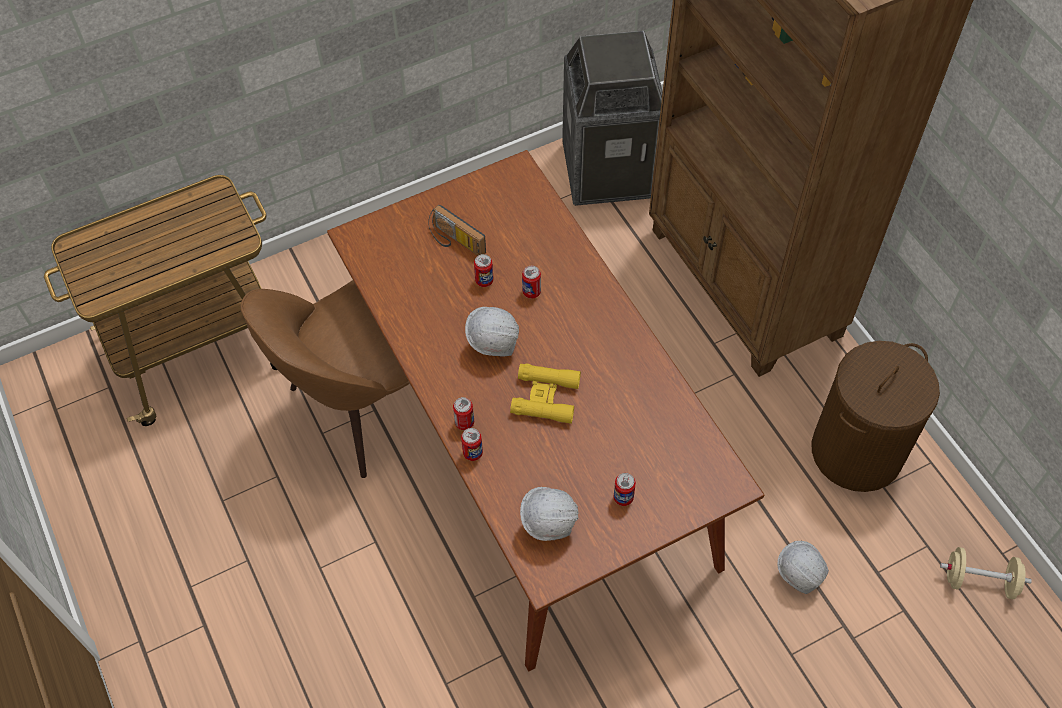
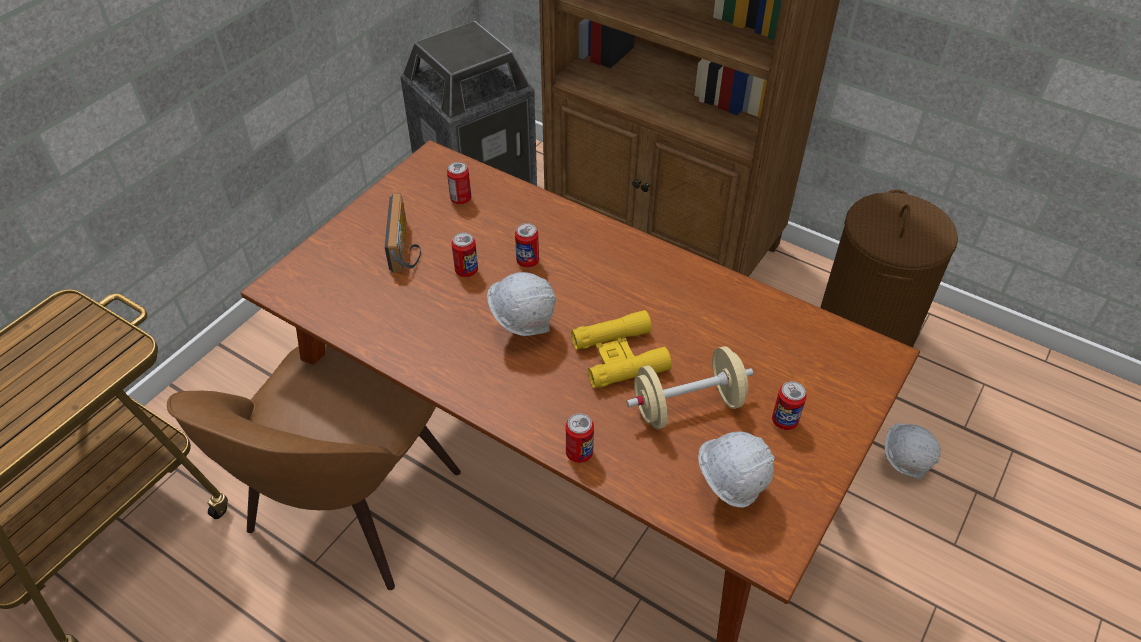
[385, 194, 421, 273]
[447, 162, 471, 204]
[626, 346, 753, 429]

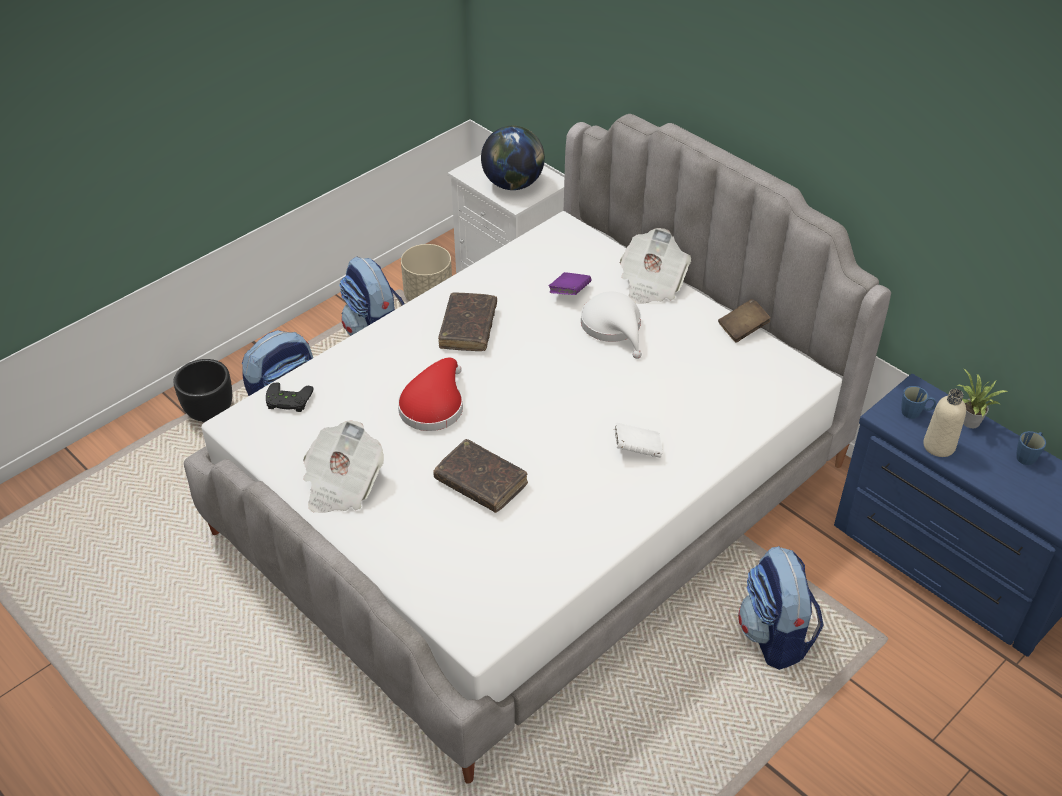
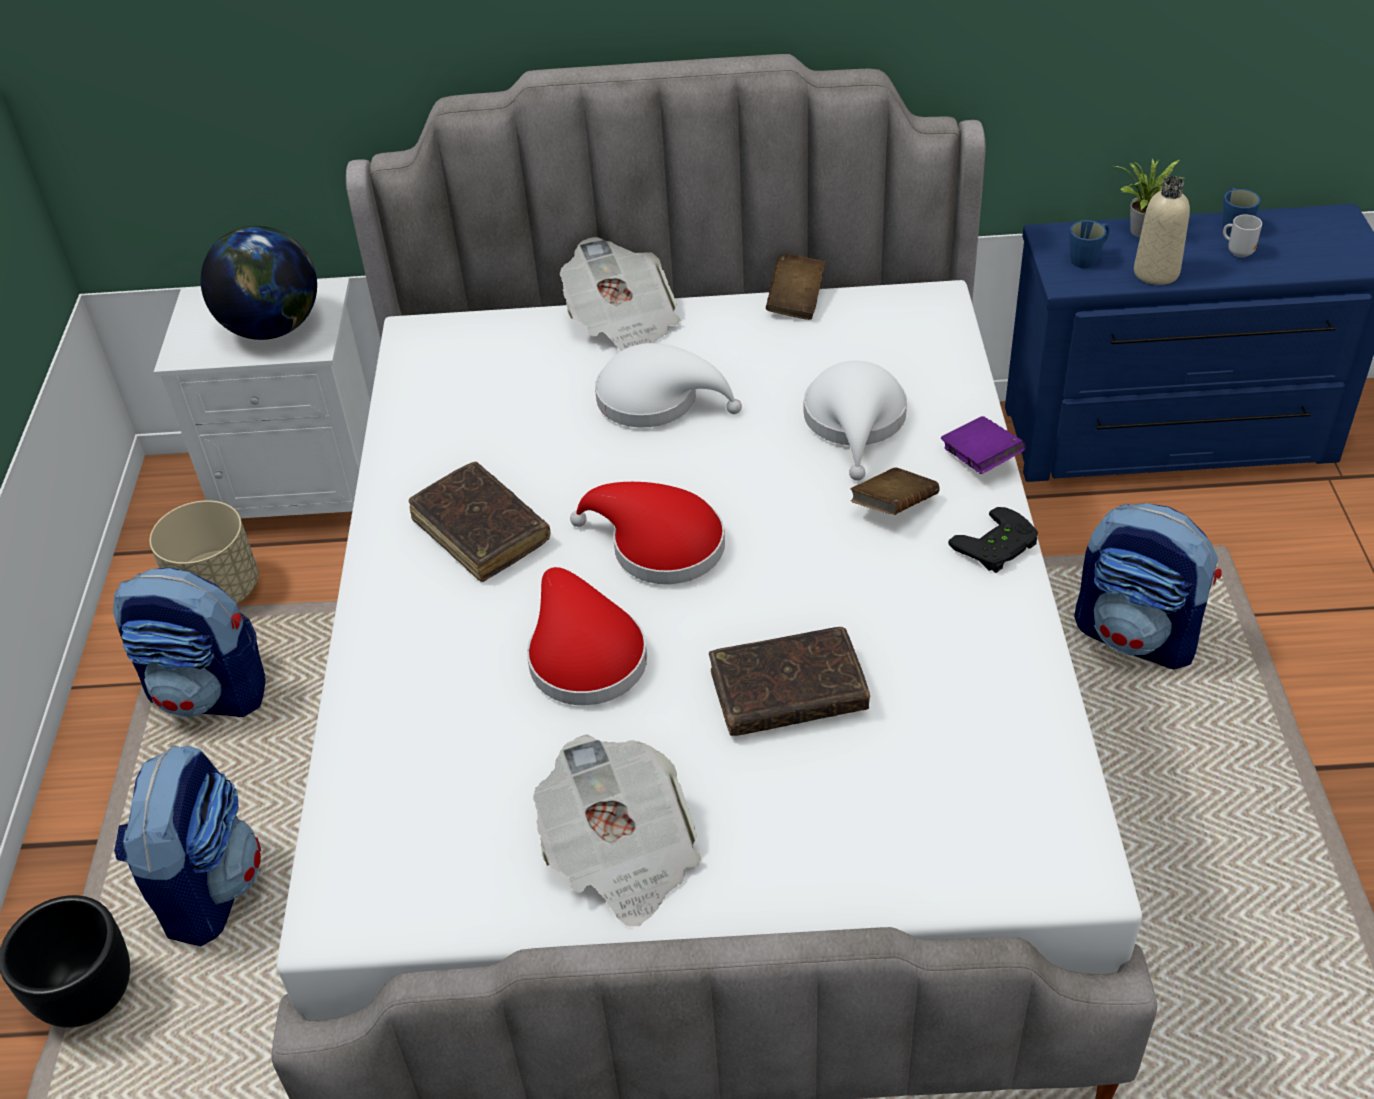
[941, 416, 1026, 474]
[948, 507, 1038, 573]
[851, 467, 939, 515]
[1223, 215, 1262, 258]
[804, 361, 907, 481]
[570, 482, 725, 584]

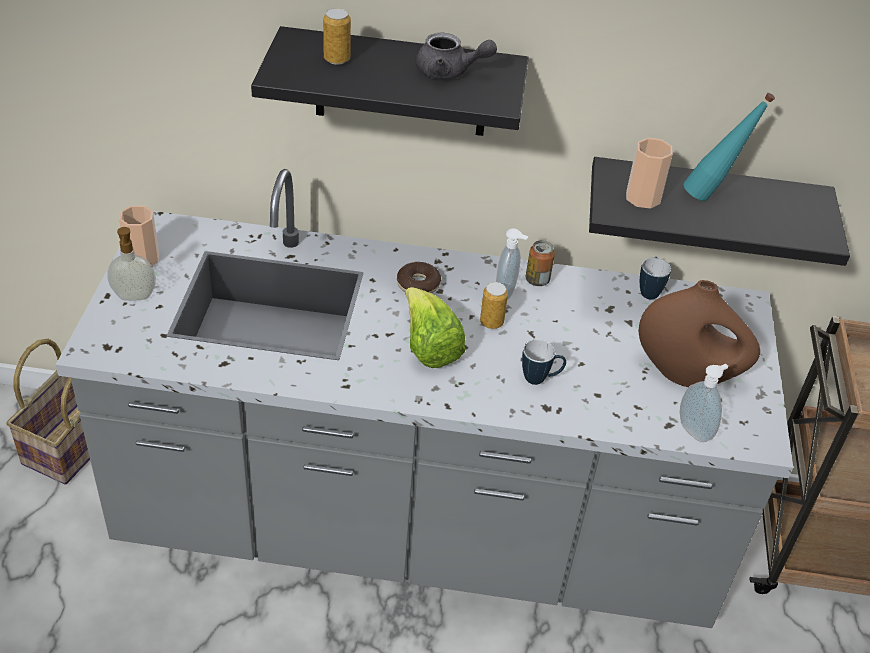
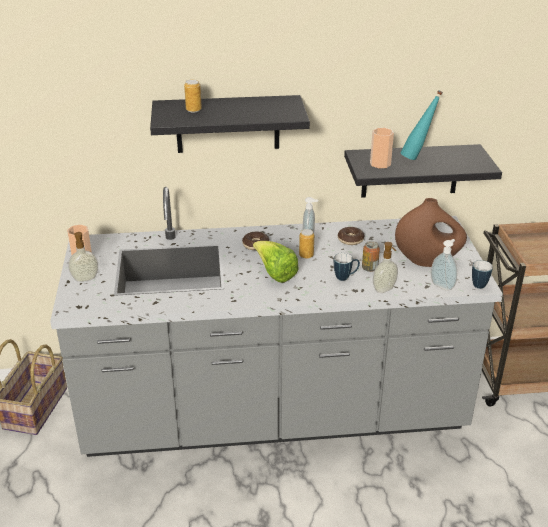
[416, 33, 497, 79] (first image)
[362, 241, 380, 272]
[472, 260, 493, 289]
[338, 227, 365, 245]
[373, 242, 398, 293]

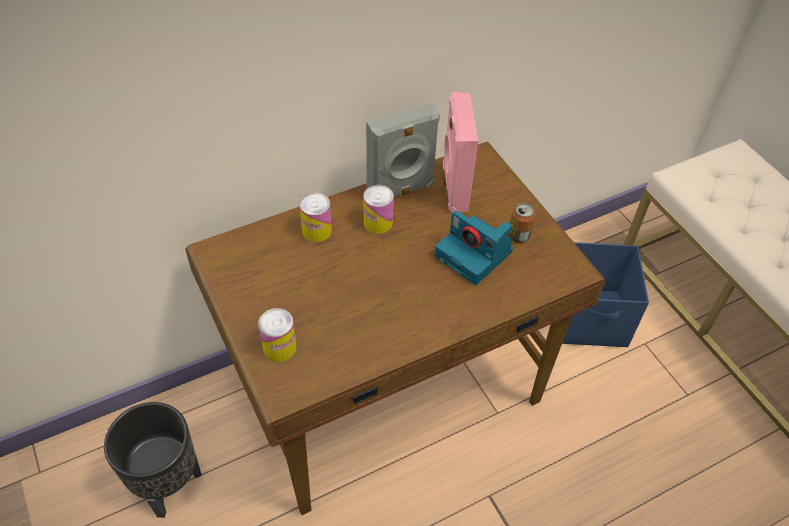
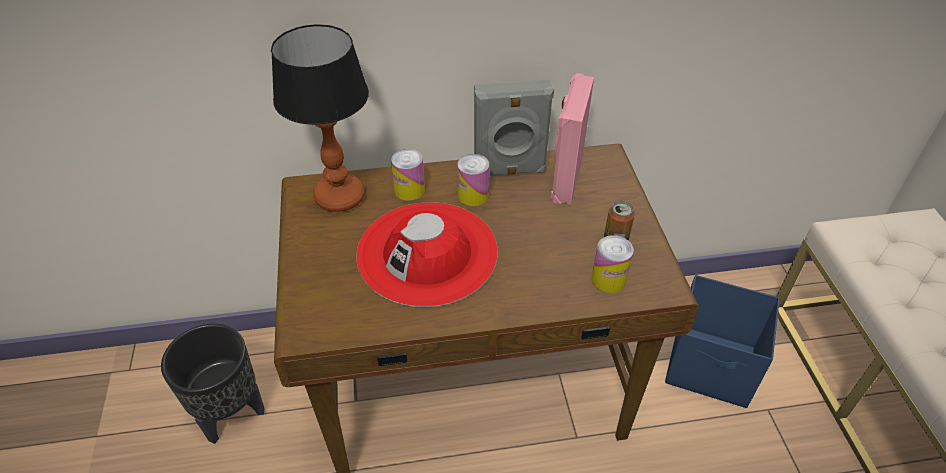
[435, 210, 513, 285] (first image)
[592, 235, 634, 293]
[271, 24, 369, 212]
[356, 202, 498, 307]

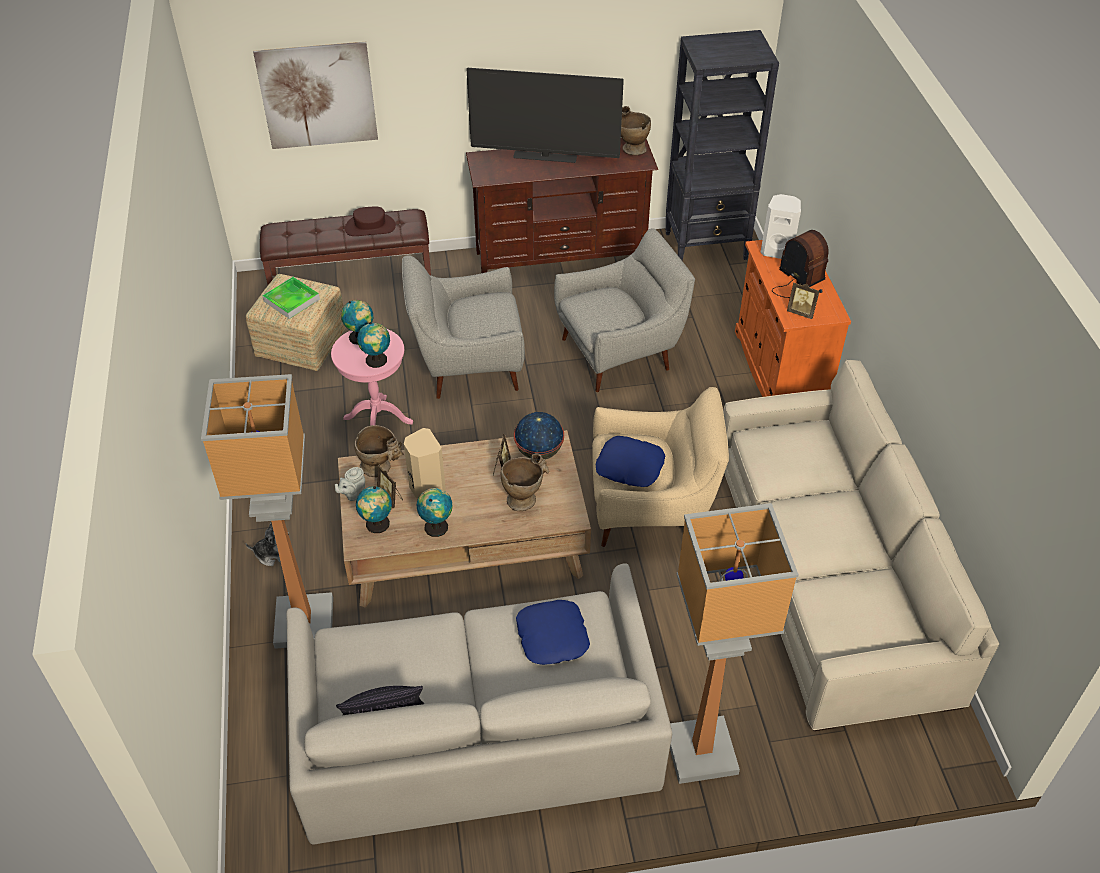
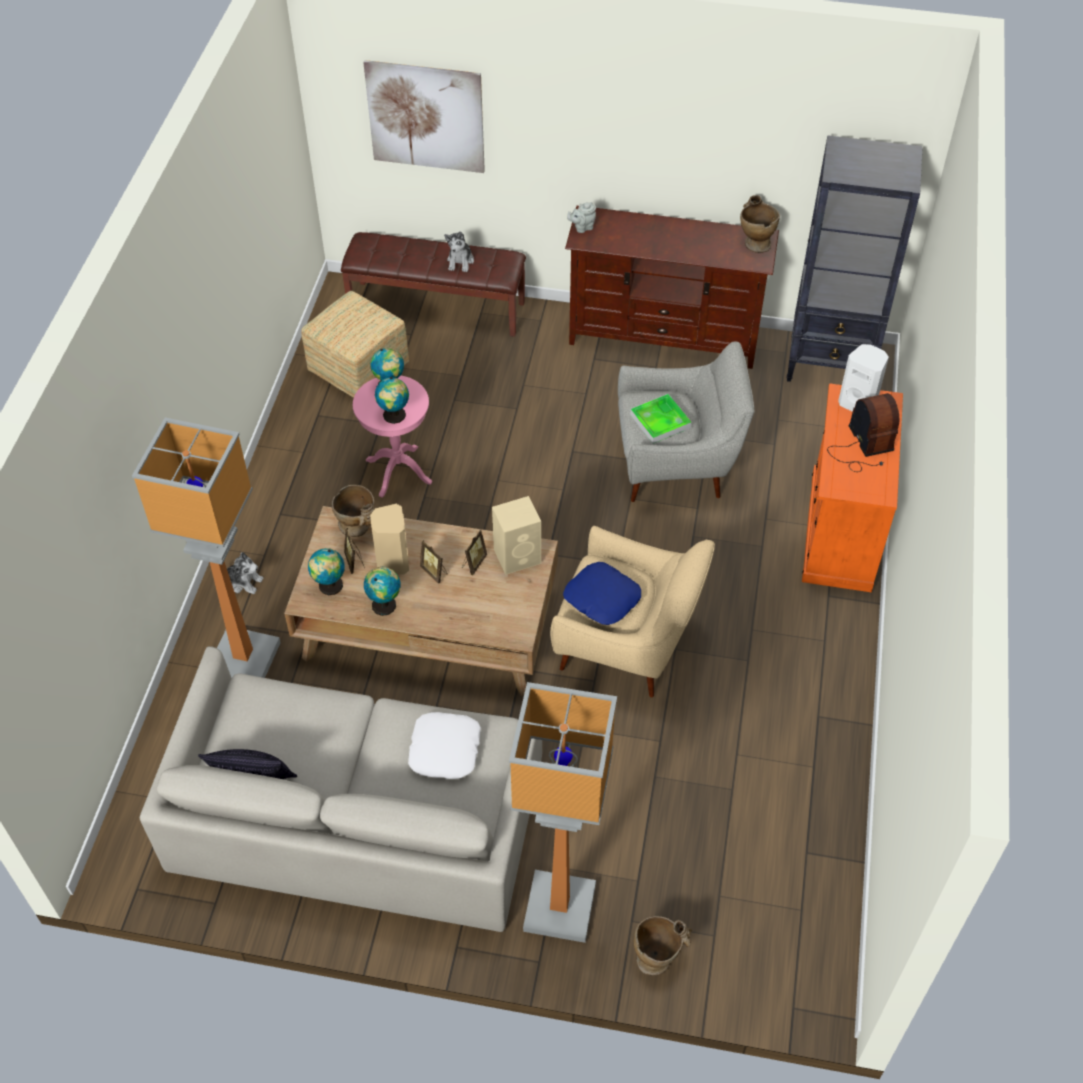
[467, 68, 624, 163] (first image)
[444, 231, 474, 272]
[402, 255, 525, 399] (first image)
[630, 394, 691, 444]
[420, 540, 448, 584]
[723, 360, 999, 731] (first image)
[492, 496, 541, 575]
[634, 916, 692, 976]
[567, 202, 596, 233]
[408, 712, 481, 779]

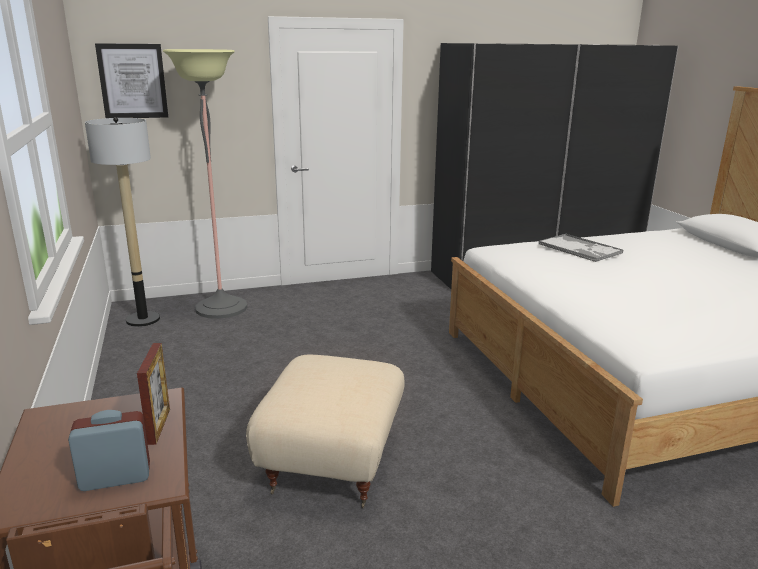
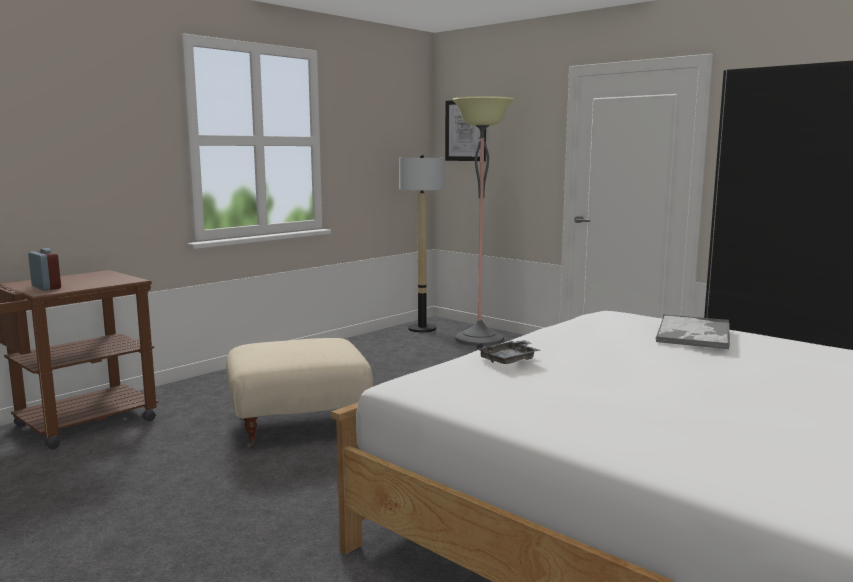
[137, 343, 170, 445] (first image)
[476, 340, 540, 364]

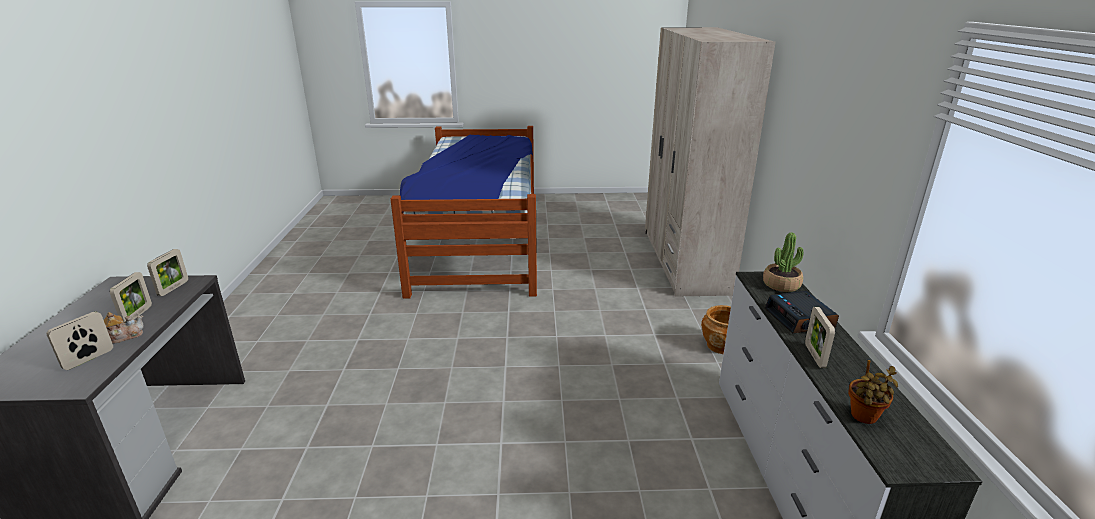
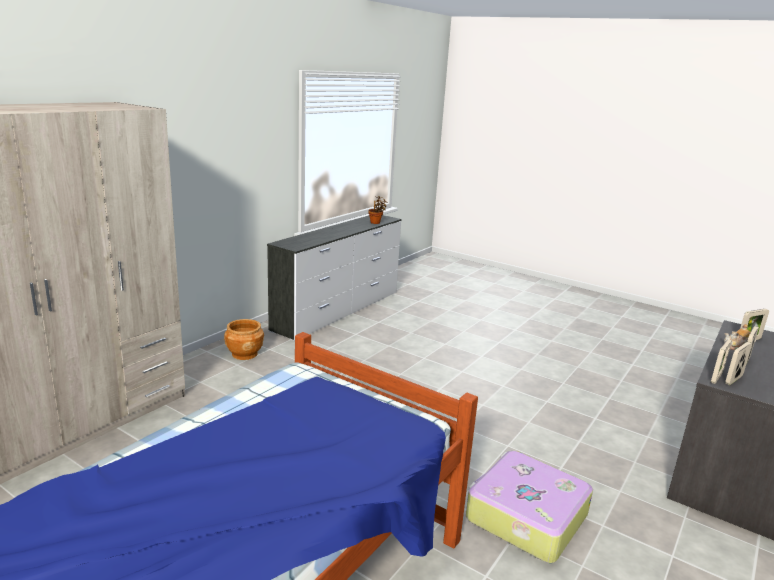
[763, 233, 804, 292] (first image)
[765, 291, 839, 334] (first image)
[711, 339, 732, 384]
[466, 451, 593, 563]

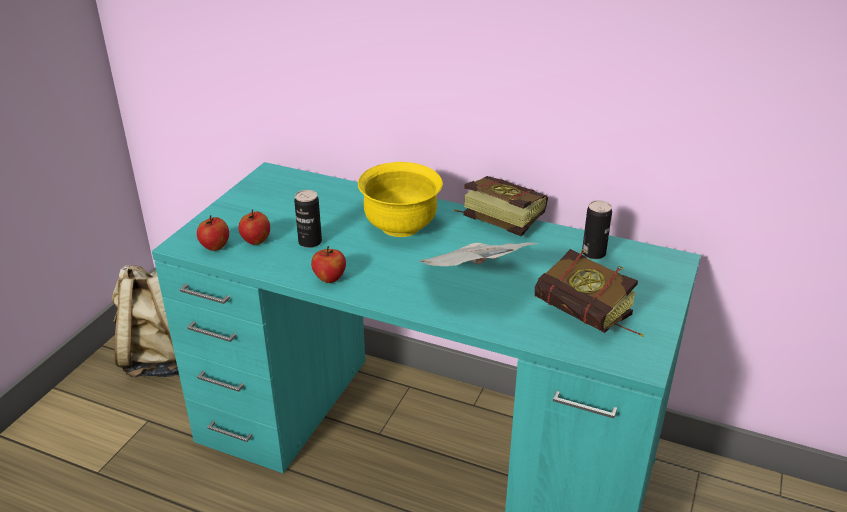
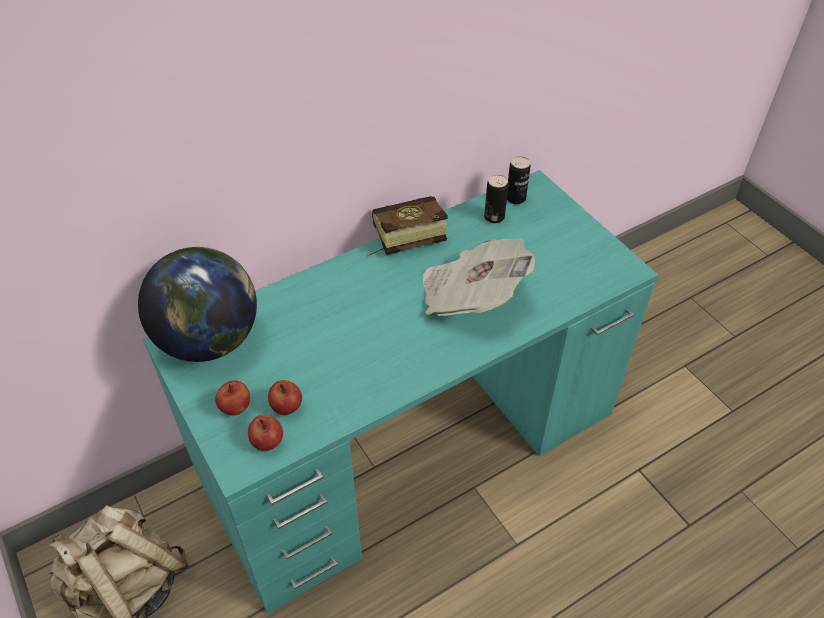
[358, 162, 443, 237] (first image)
[507, 156, 531, 204]
[215, 381, 250, 415]
[535, 249, 644, 337] (first image)
[138, 247, 257, 362]

